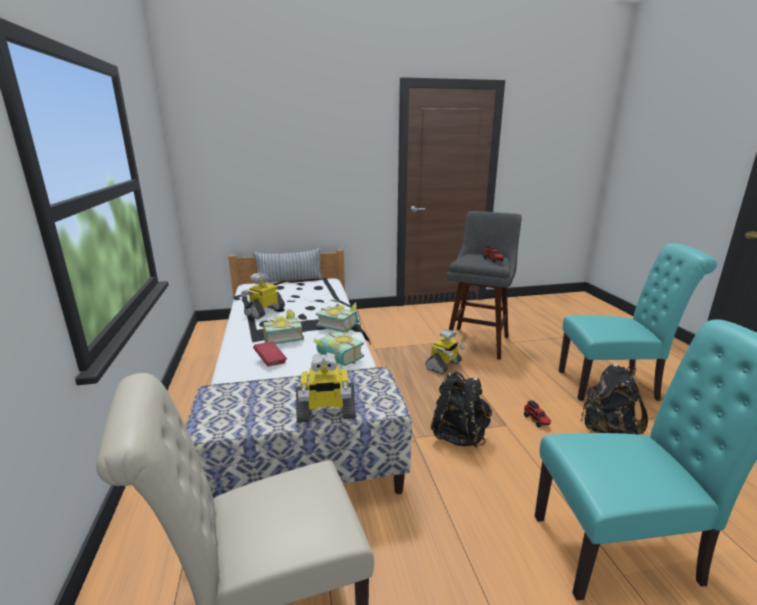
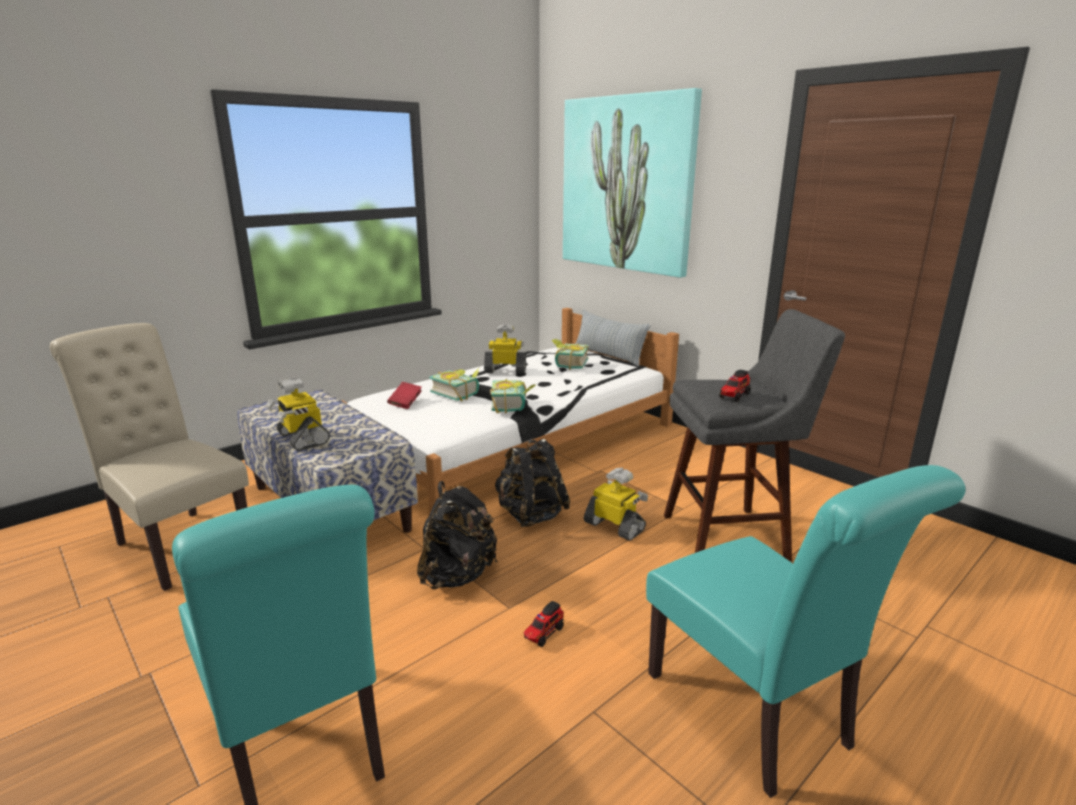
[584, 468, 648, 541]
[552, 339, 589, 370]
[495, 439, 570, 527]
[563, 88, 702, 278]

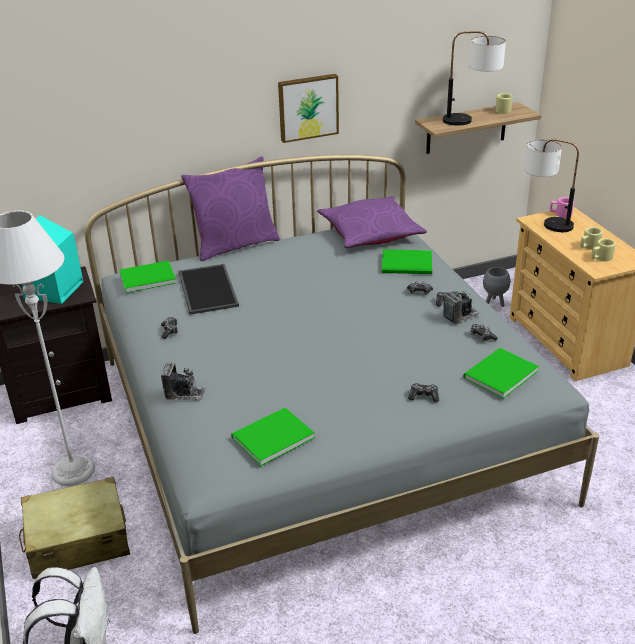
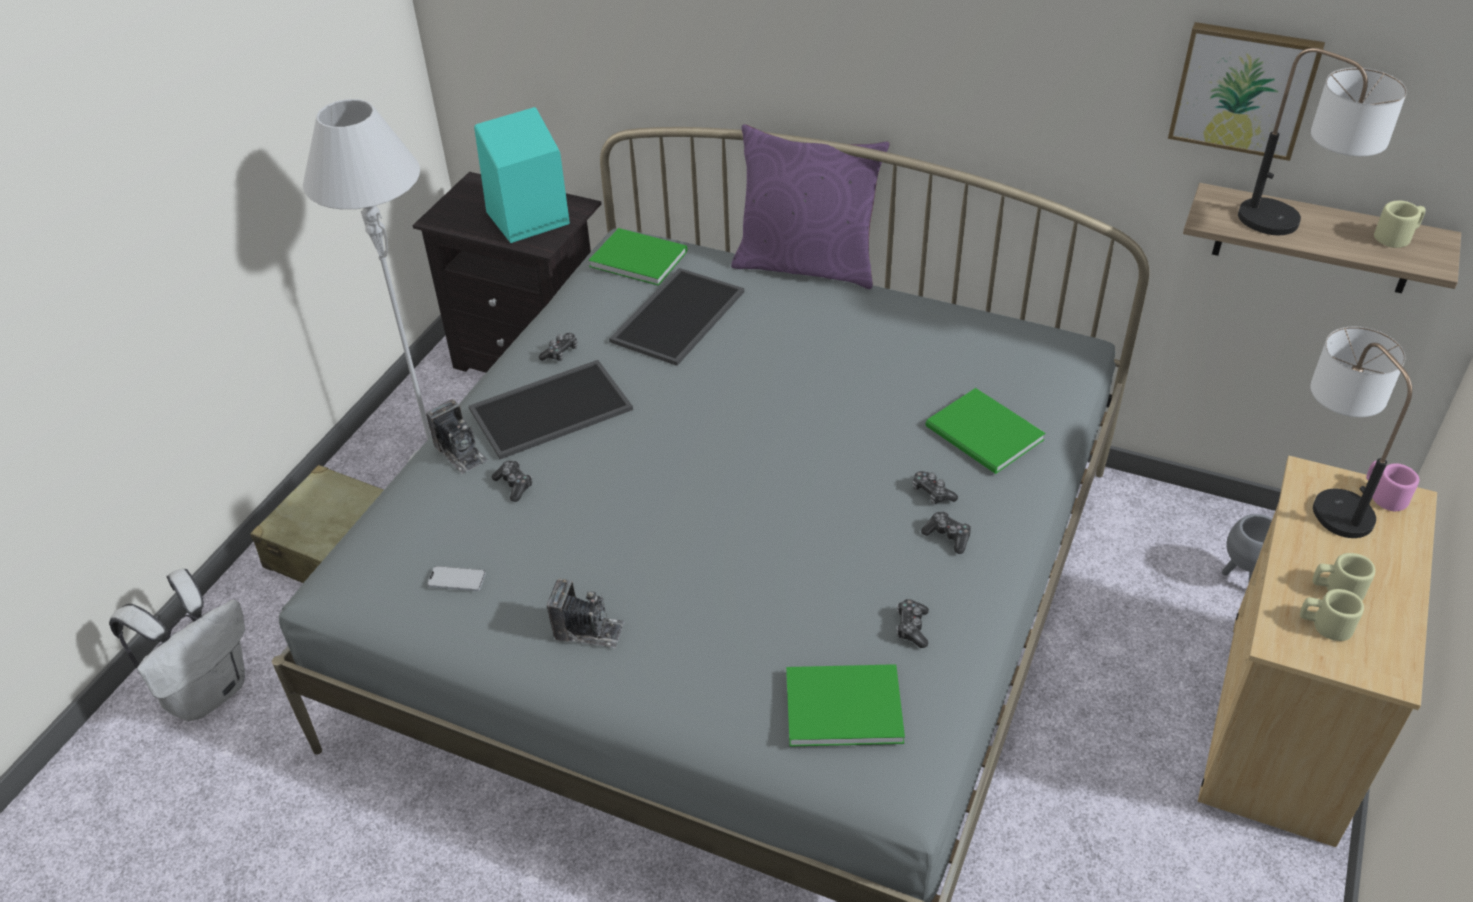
[1168, 22, 1325, 161]
[317, 196, 427, 248] (first image)
[547, 578, 625, 648]
[492, 460, 532, 502]
[427, 566, 486, 591]
[469, 360, 633, 459]

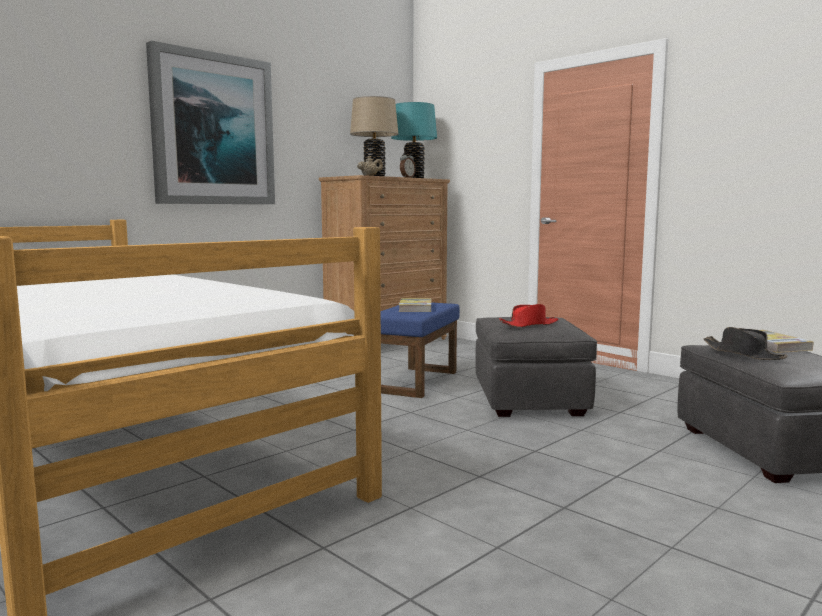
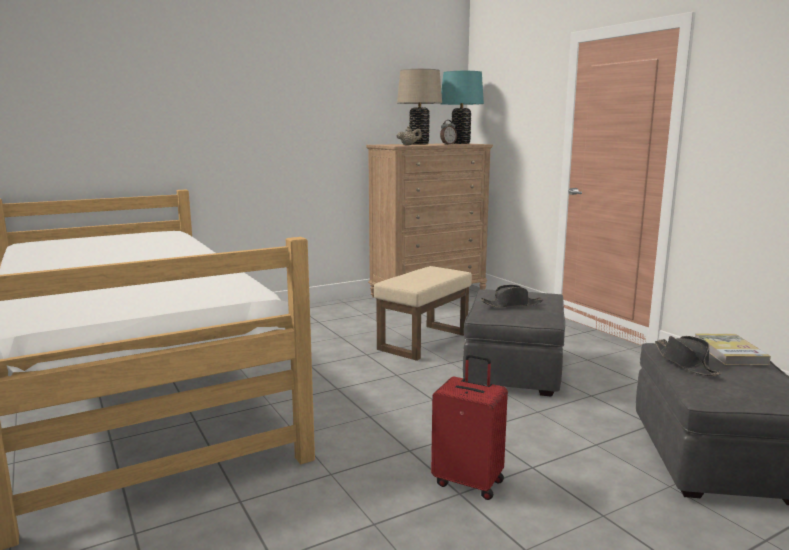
[146, 41, 275, 204] (first image)
[399, 298, 431, 312] (first image)
[374, 266, 472, 361]
[481, 285, 543, 308]
[431, 353, 508, 500]

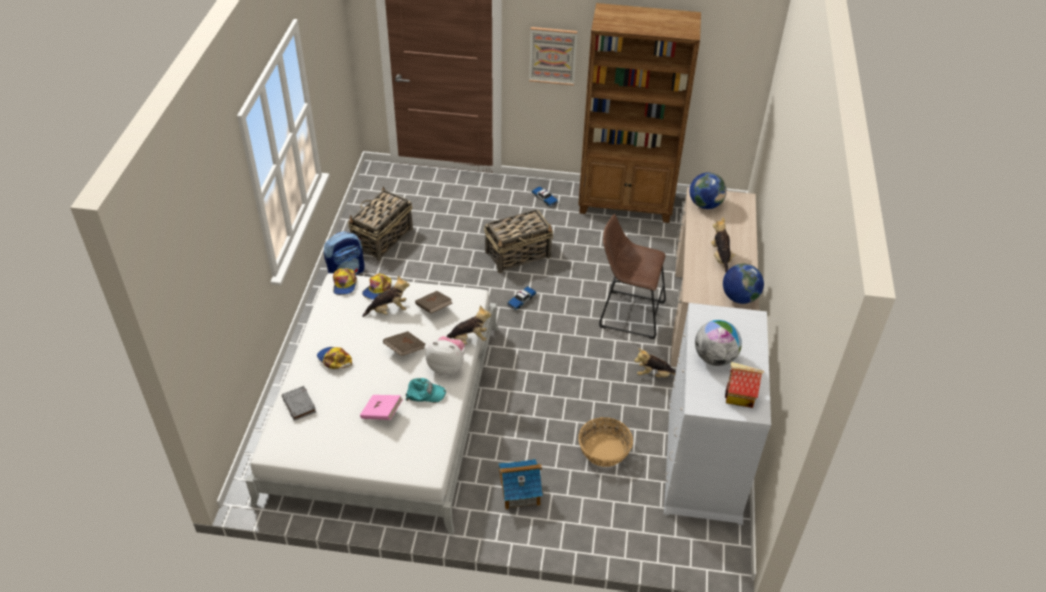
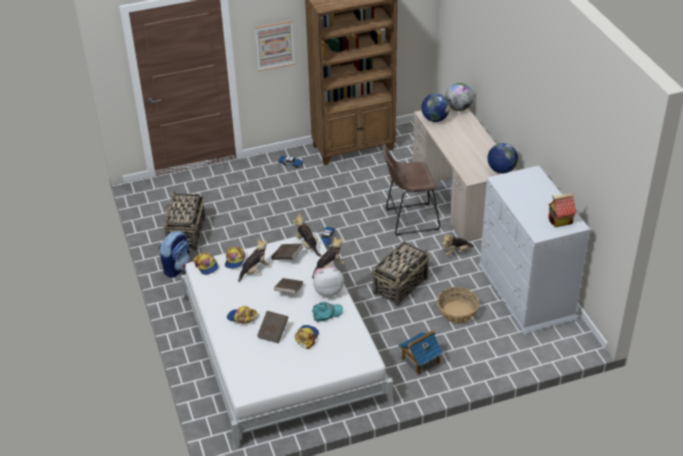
[372, 241, 430, 307]
[292, 213, 321, 257]
[445, 83, 474, 111]
[282, 386, 316, 421] (first image)
[295, 325, 319, 349]
[257, 311, 288, 344]

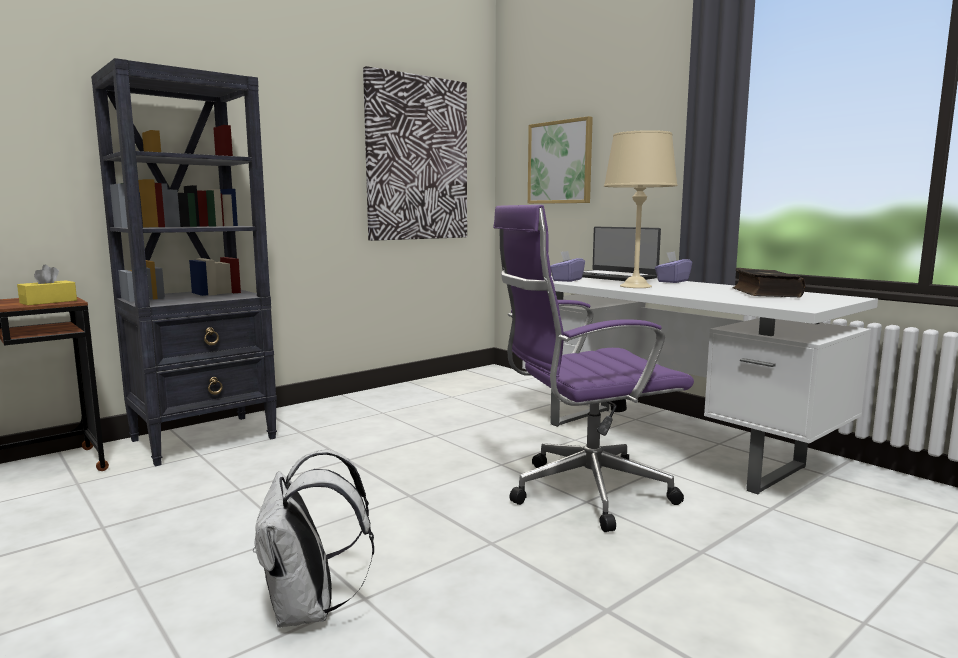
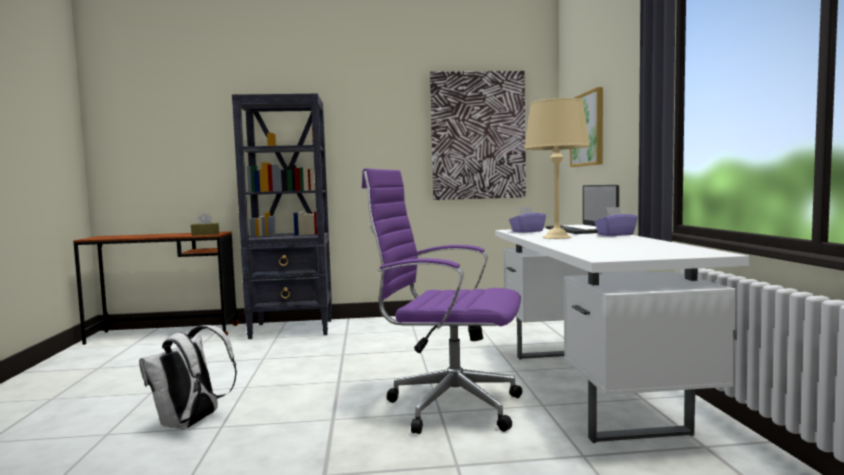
[191, 213, 219, 236]
[733, 268, 806, 298] (first image)

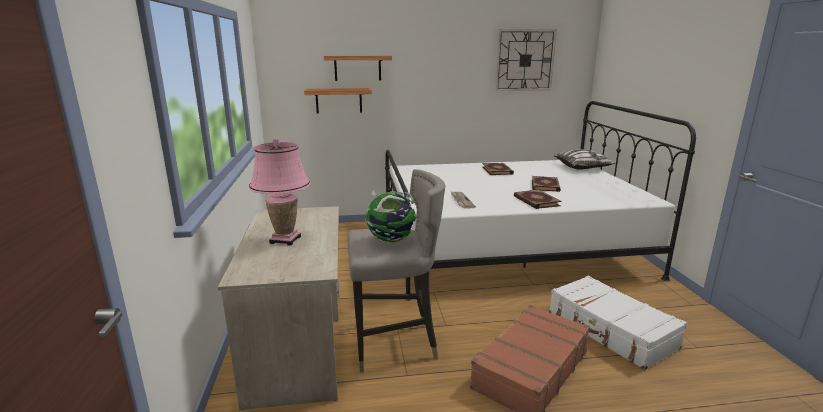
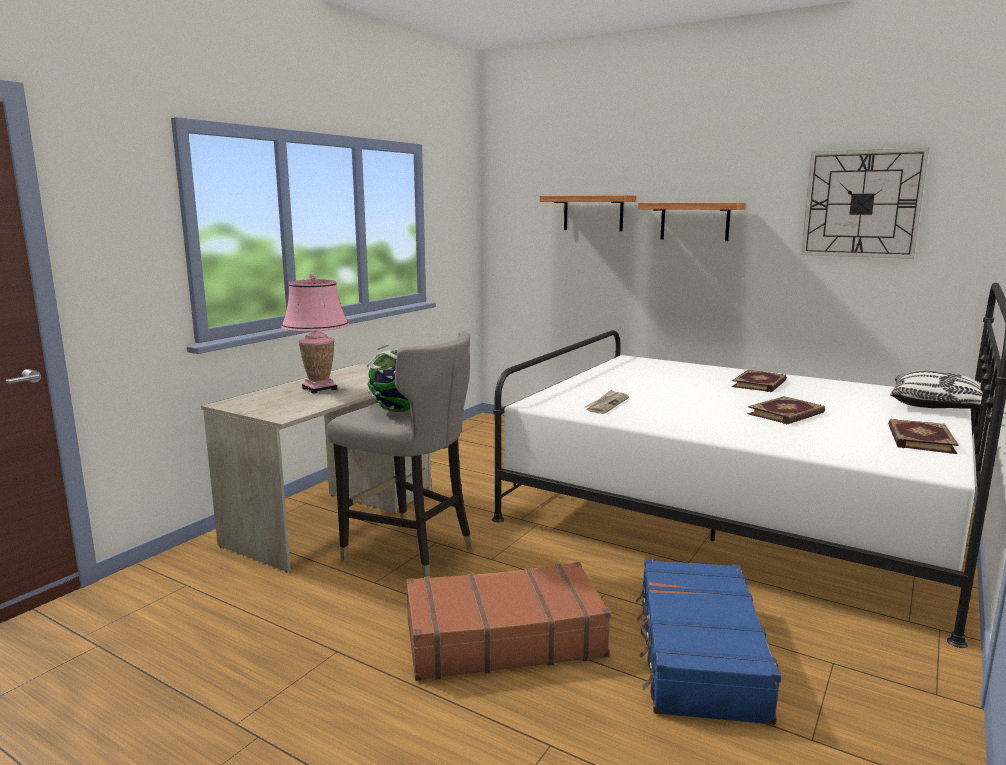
[638, 203, 746, 241]
[888, 419, 959, 454]
[636, 559, 782, 725]

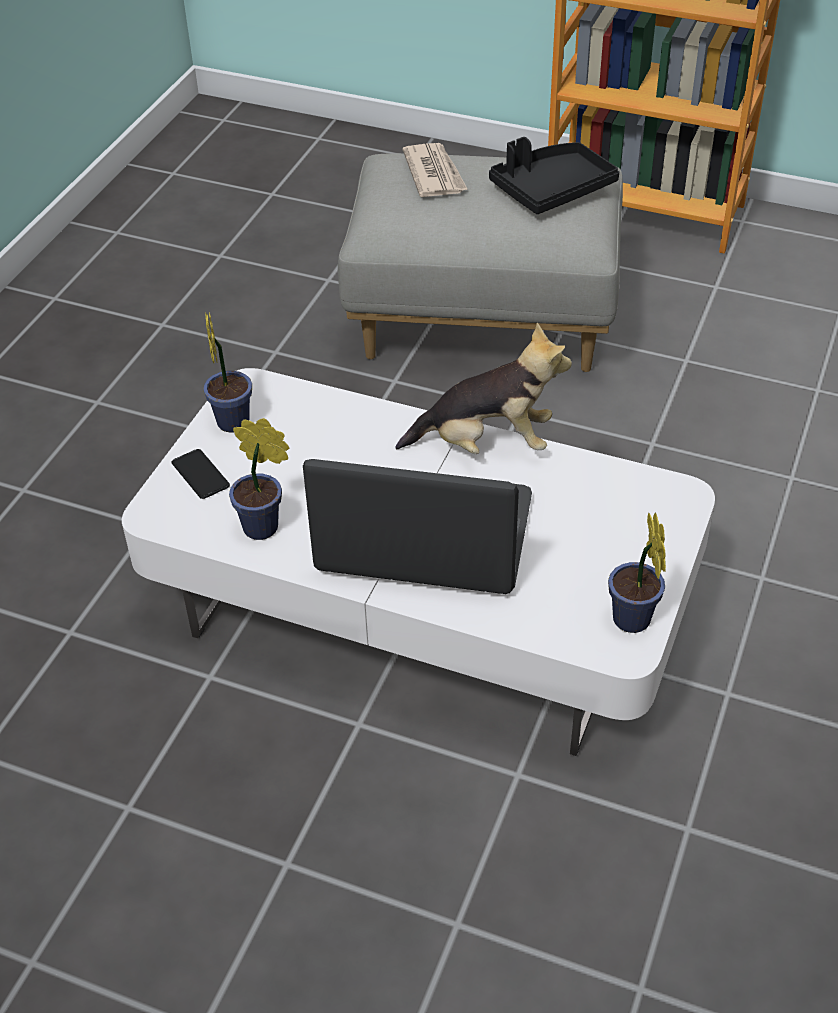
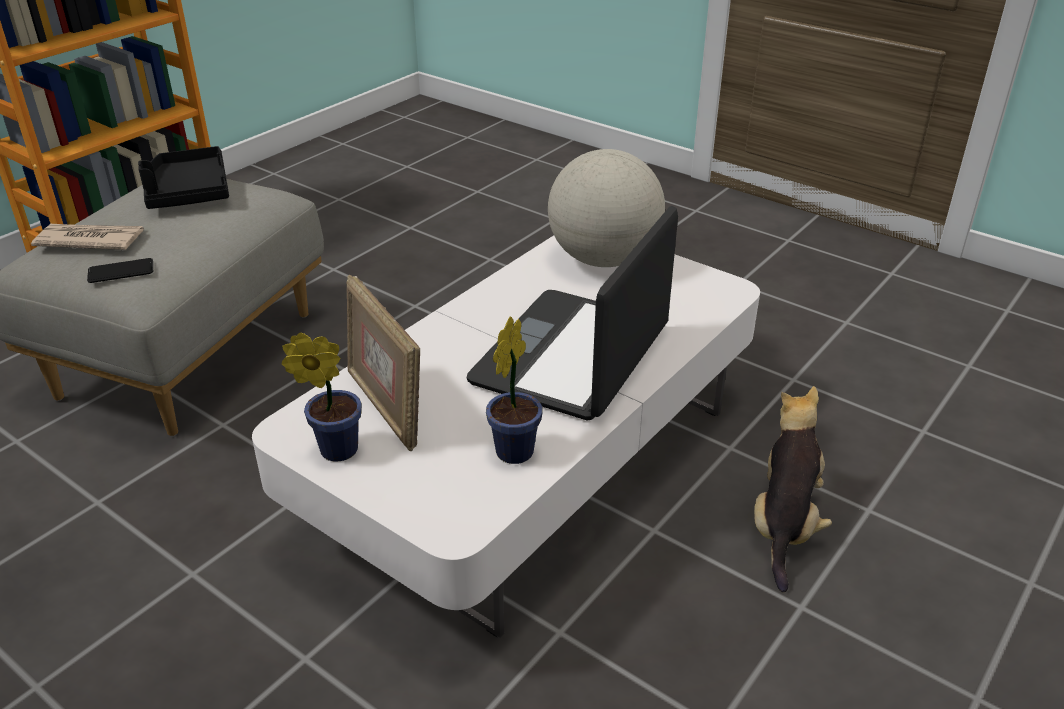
[754, 386, 832, 592]
[87, 258, 153, 283]
[608, 512, 666, 633] (first image)
[548, 149, 665, 267]
[347, 275, 420, 451]

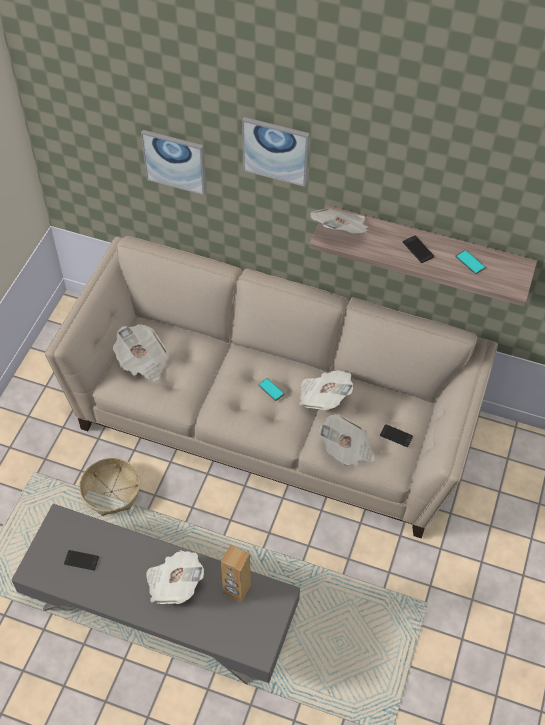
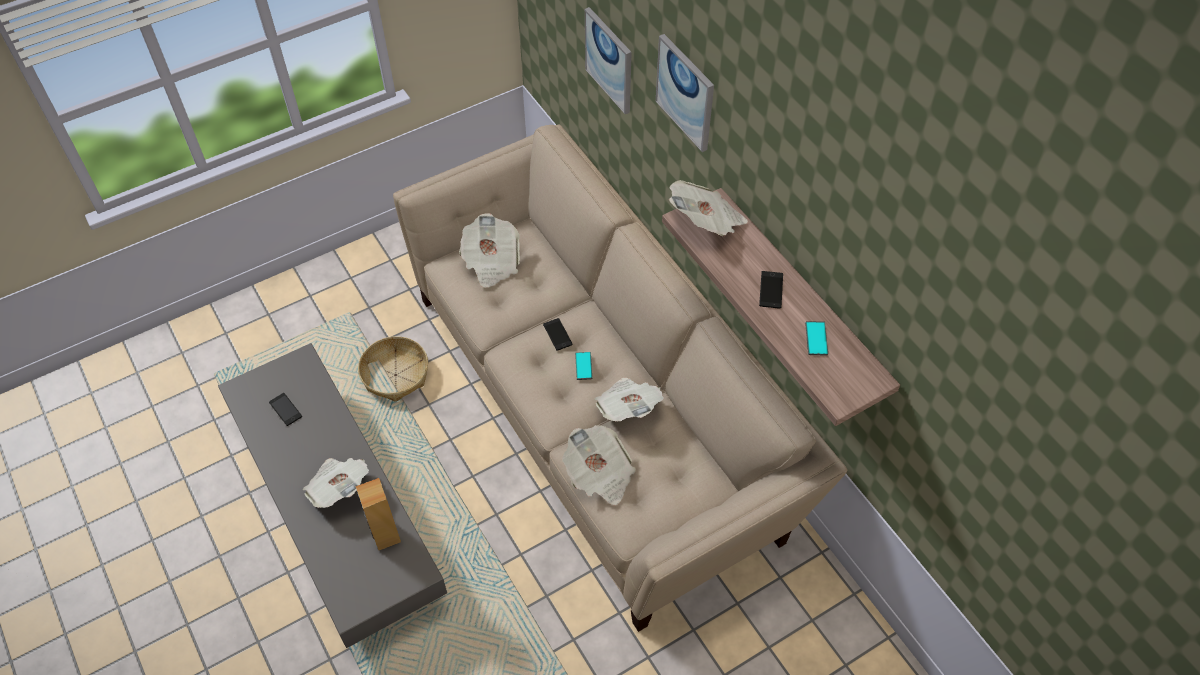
[543, 318, 573, 351]

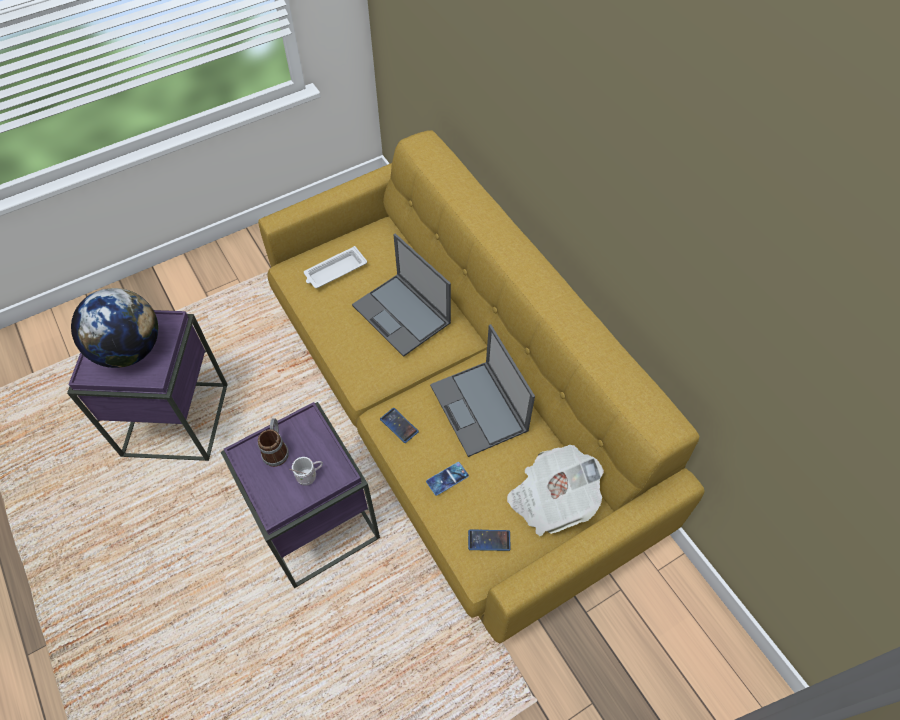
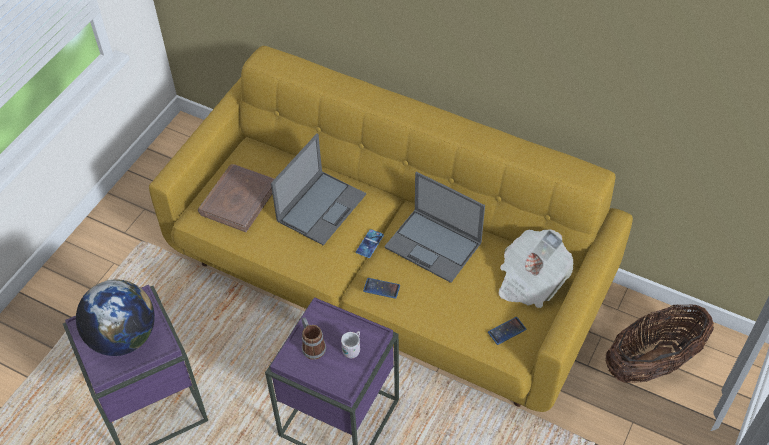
[271, 134, 366, 245]
[198, 164, 274, 232]
[356, 229, 384, 258]
[606, 305, 714, 383]

